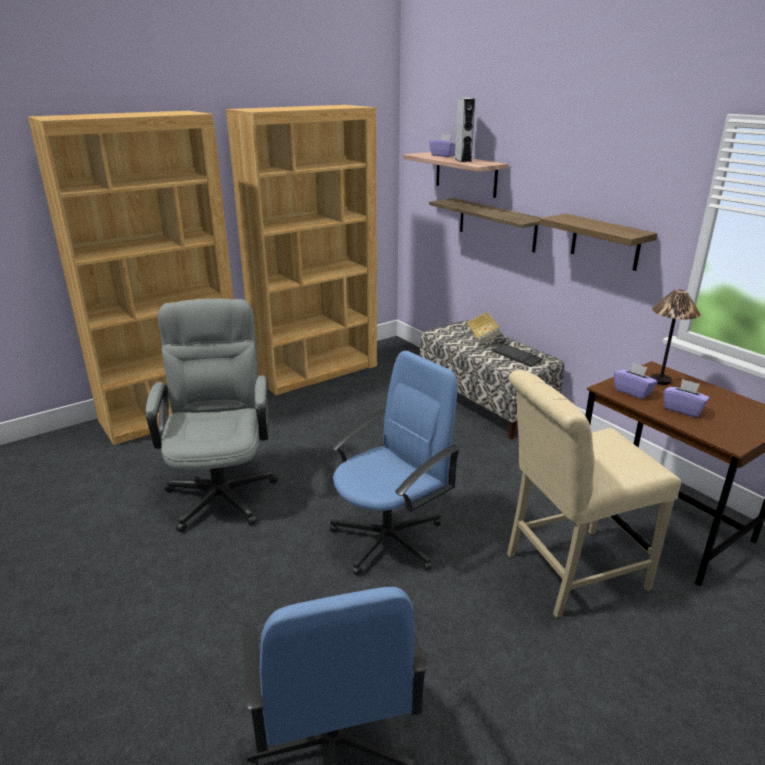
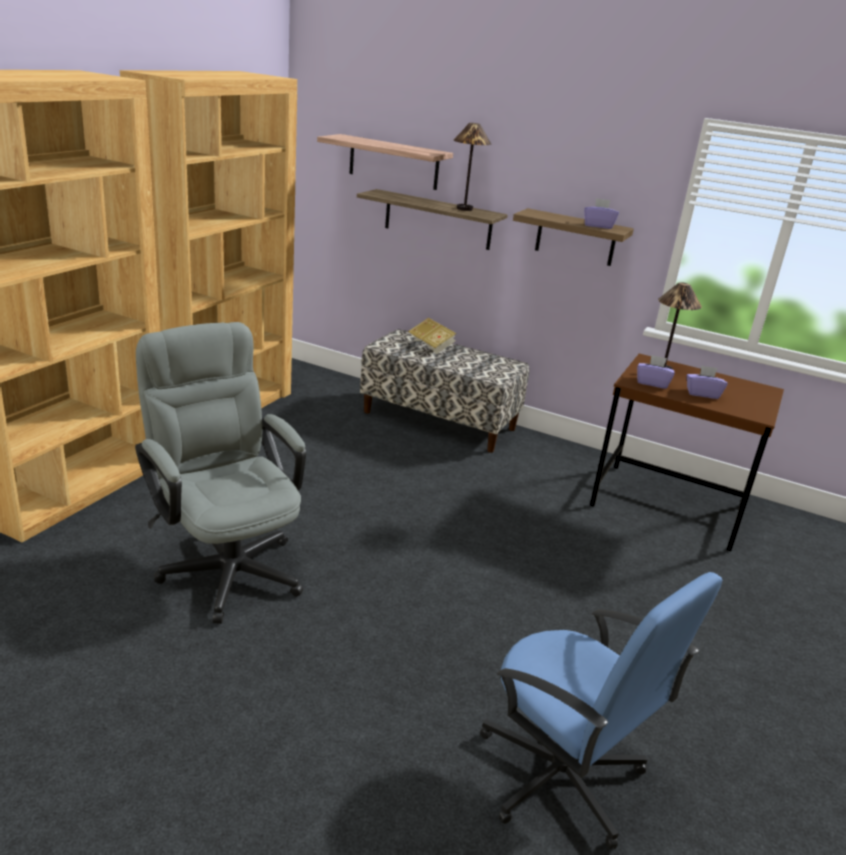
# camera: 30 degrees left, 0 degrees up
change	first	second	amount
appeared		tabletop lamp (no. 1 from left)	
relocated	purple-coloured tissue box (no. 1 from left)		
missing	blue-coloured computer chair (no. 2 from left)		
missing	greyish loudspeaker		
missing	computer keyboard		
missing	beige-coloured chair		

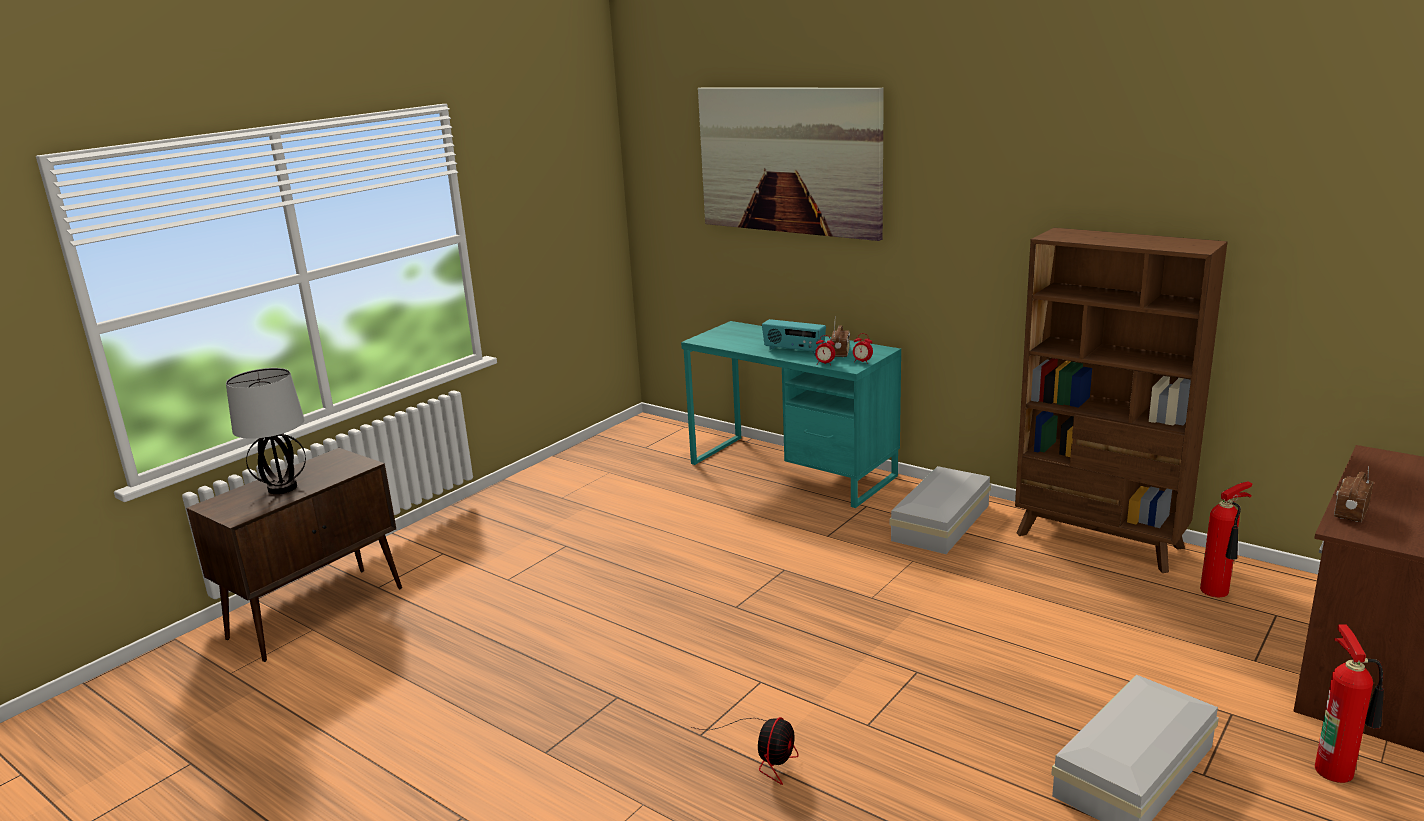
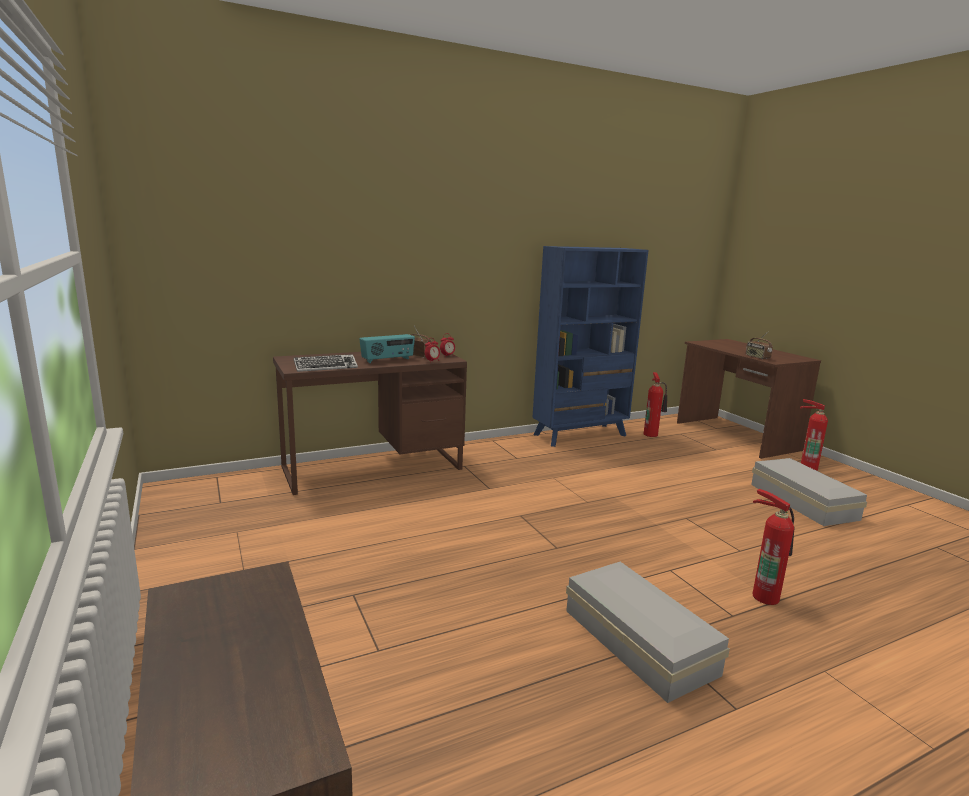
# camera: 65 degrees left, 5 degrees down
change	first	second	amount
colour	turquoise-coloured desk unit	brownish desk unit (no. 1 from left)	
appeared		computer keyboard	
colour	brownish bookshelf	blue-coloured bookshelf	
relocated	white-coloured storage box (no. 1 from left)		
exchanged	fan	extinguisher (no. 2 from left)	
missing	tabletop lamp		
missing	picture		

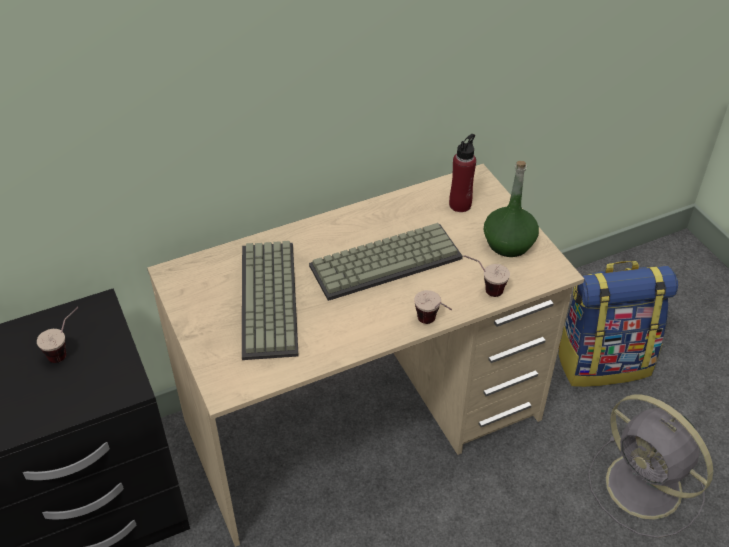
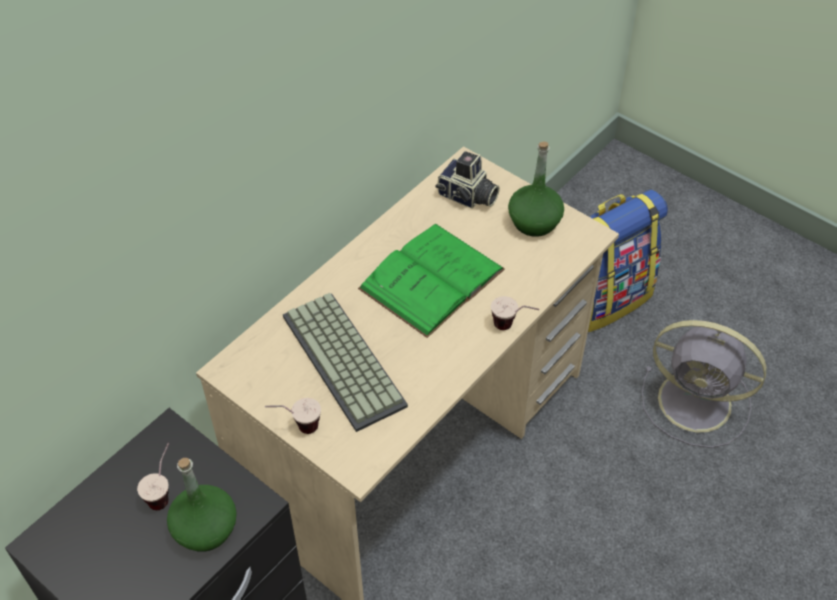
# camera: 25 degrees left, 5 degrees up
change	first	second	amount
appeared		green beverage bottle (no. 1 from left)	
relocated	drinking cup (no. 3 from left in the first image)	drinking cup (no. 2 from left)	
exchanged	computer keyboard (no. 2 from left)	green bound book	
exchanged	reddish beverage bottle	photo camera	

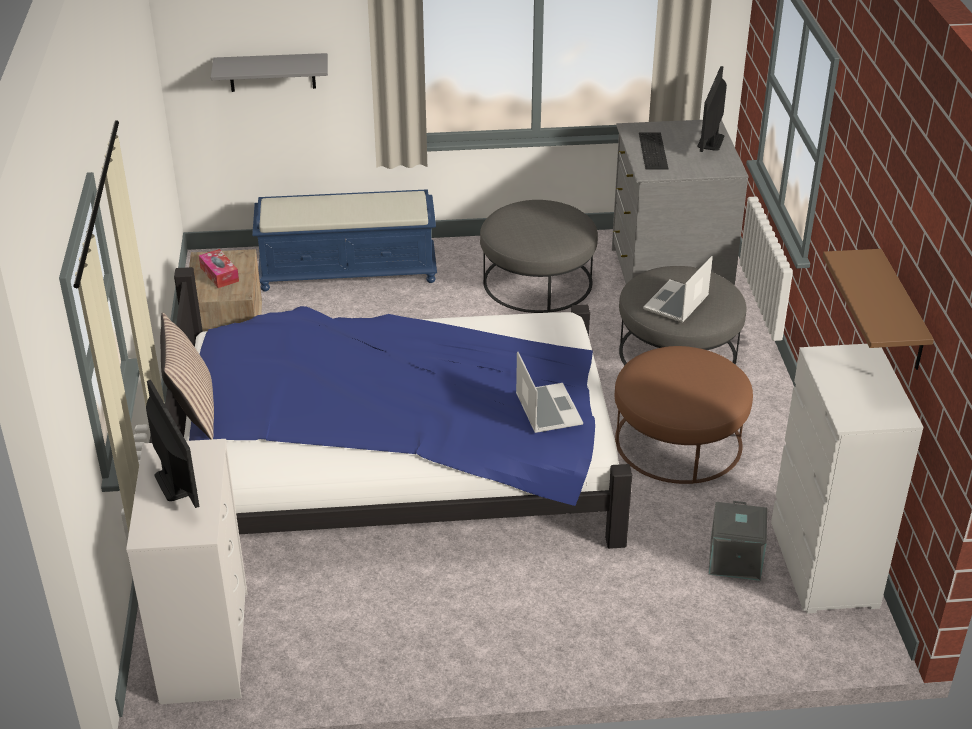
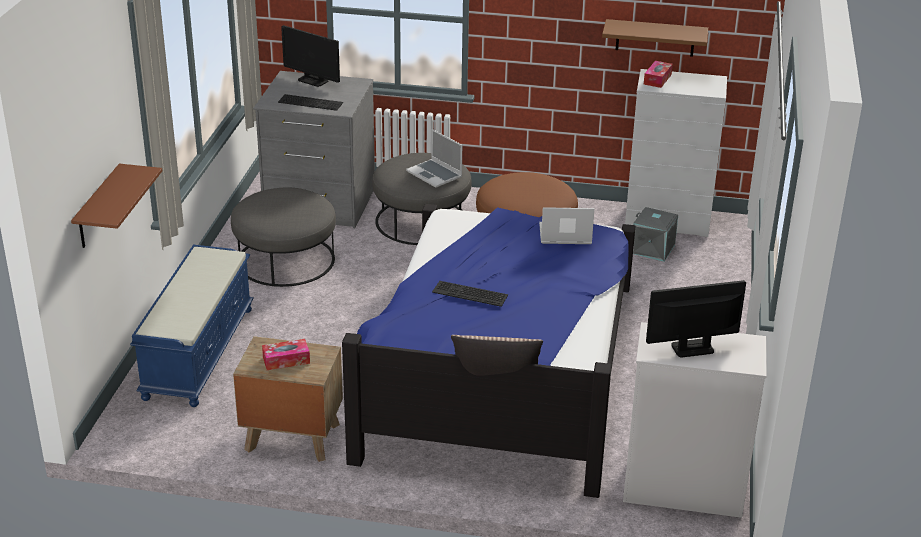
# camera: 75 degrees left, 5 degrees down
change	first	second	amount
colour	greyish shelf	brownish shelf (no. 1 from left)	
appeared		computer keyboard (no. 2 from left)	
appeared		tissue box (no. 2 from left)	

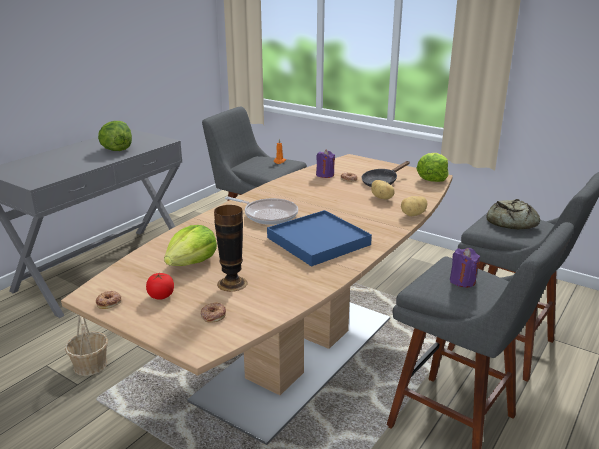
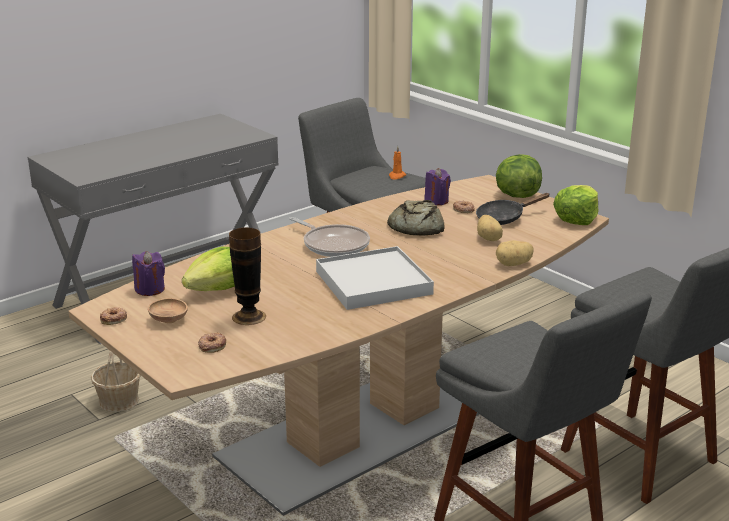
# camera: 15 degrees right, 0 degrees up
change	first	second	amount
relocated	purple-coloured wax light (no. 2 from left in the first image)	purple-coloured wax light (no. 1 from left)	
exchanged	tomato	brownish serving bowl	
colour	blue-coloured serving tray	white-coloured serving tray	
relocated	baked bread		
relocated	lettuce head (no. 1 from left in the first image)	lettuce head (no. 2 from left)	

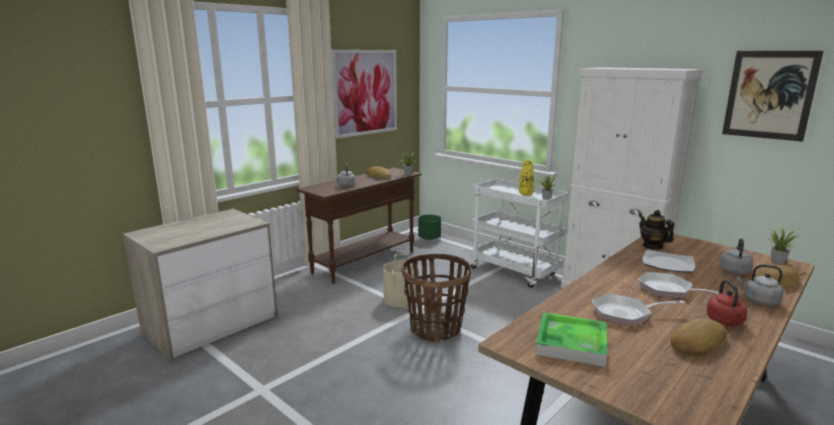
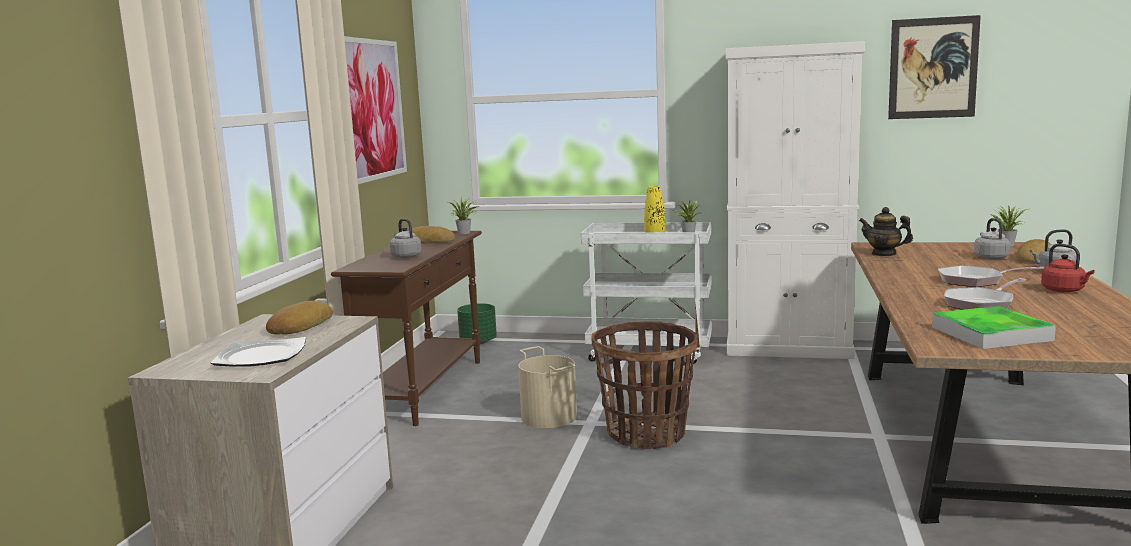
# camera: 30 degrees left, 5 degrees down
change	first	second	amount
relocated	flat dish		
relocated	baked bread (no. 2 from left in the first image)	baked bread (no. 1 from left)	

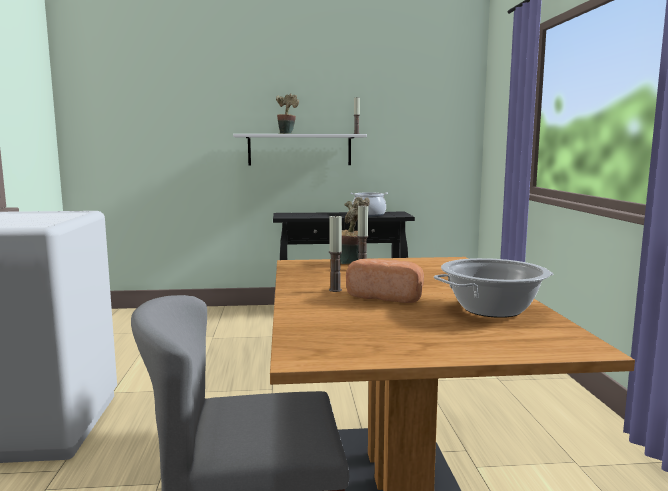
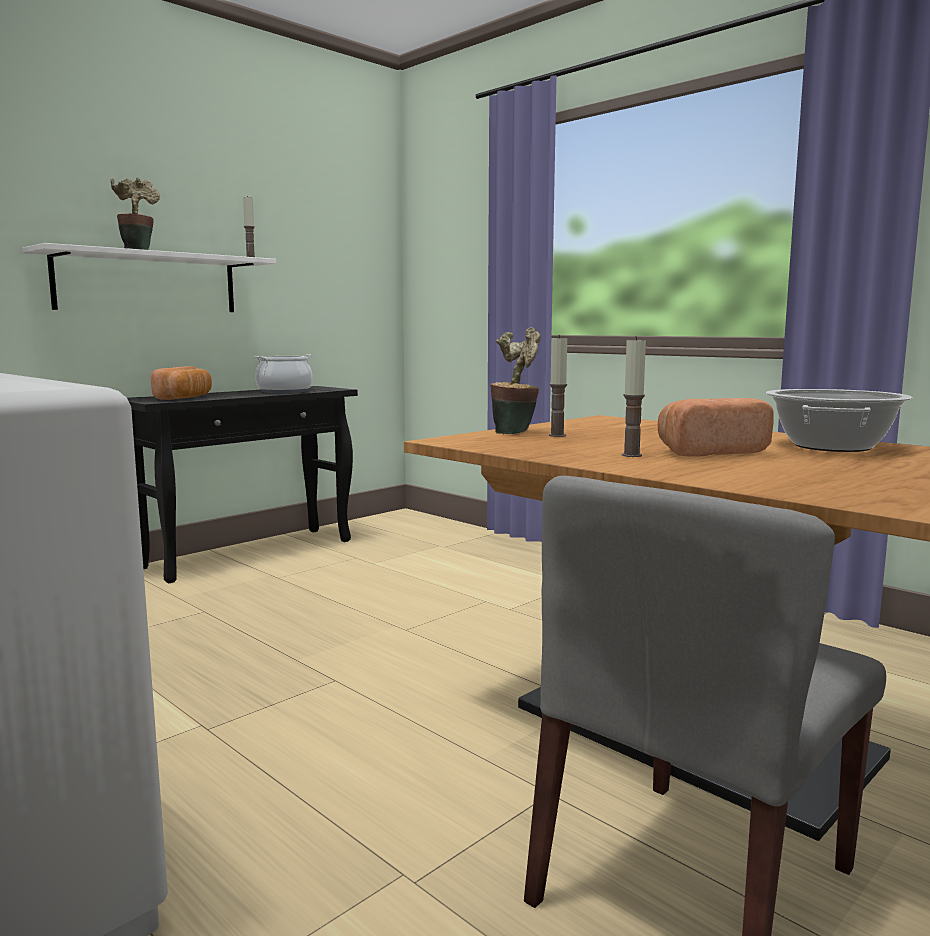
# camera: 40 degrees left, 0 degrees up
change	first	second	amount
appeared		baked bread (no. 1 from left)	

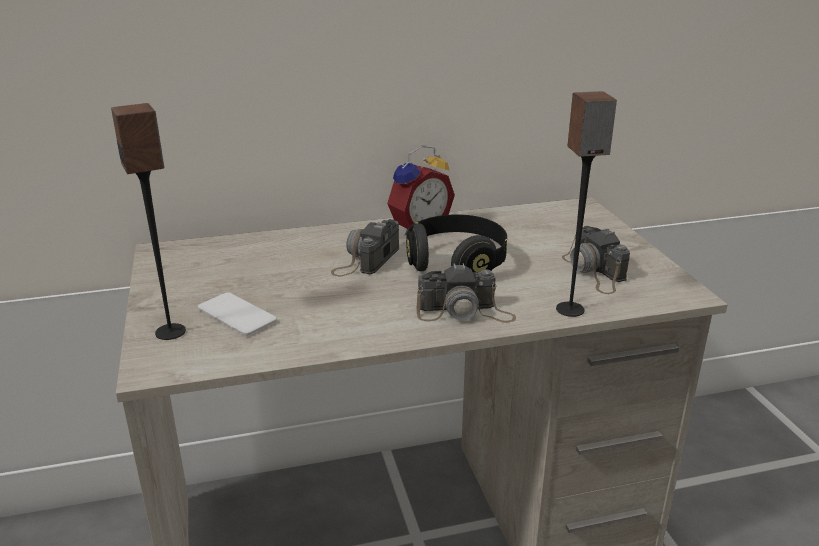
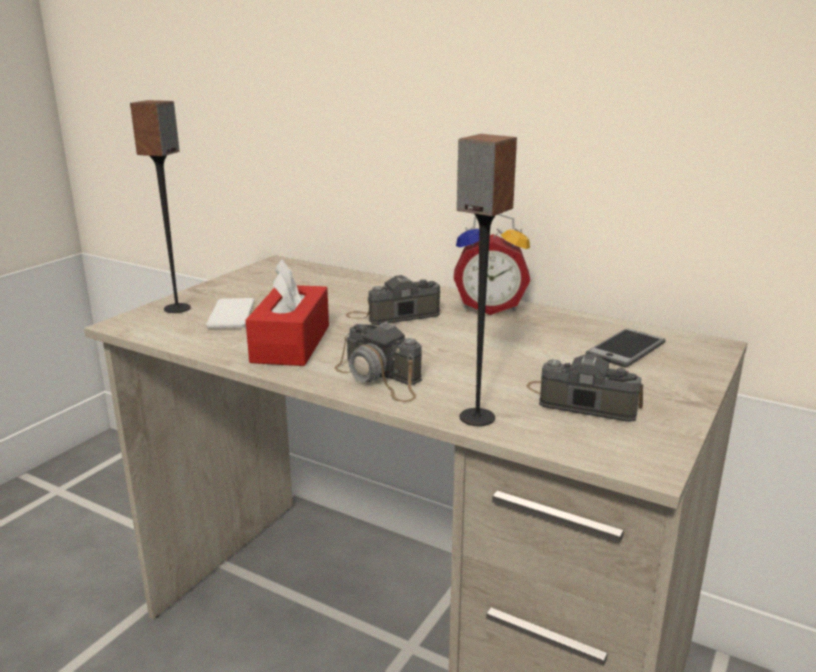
# camera: 45 degrees right, 5 degrees down
change	first	second	amount
appeared		reddish tissue box	
spun	photo camera (no. 3 from left)		90 degrees clockwise
appeared		handset (no. 2 from left)	
missing	black pair of headphones		

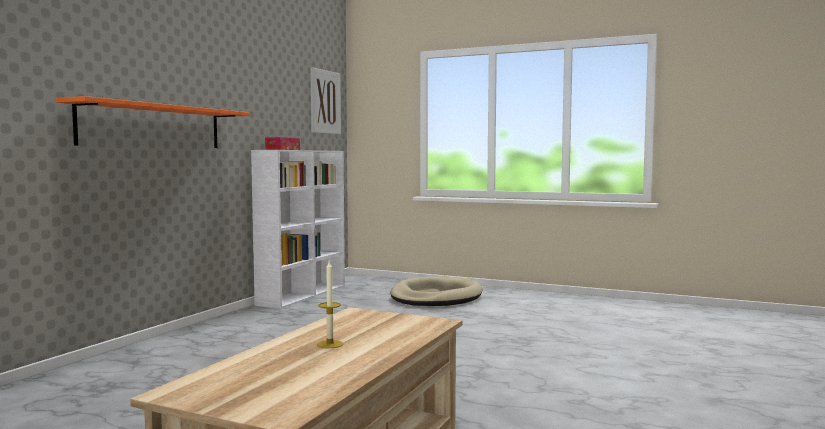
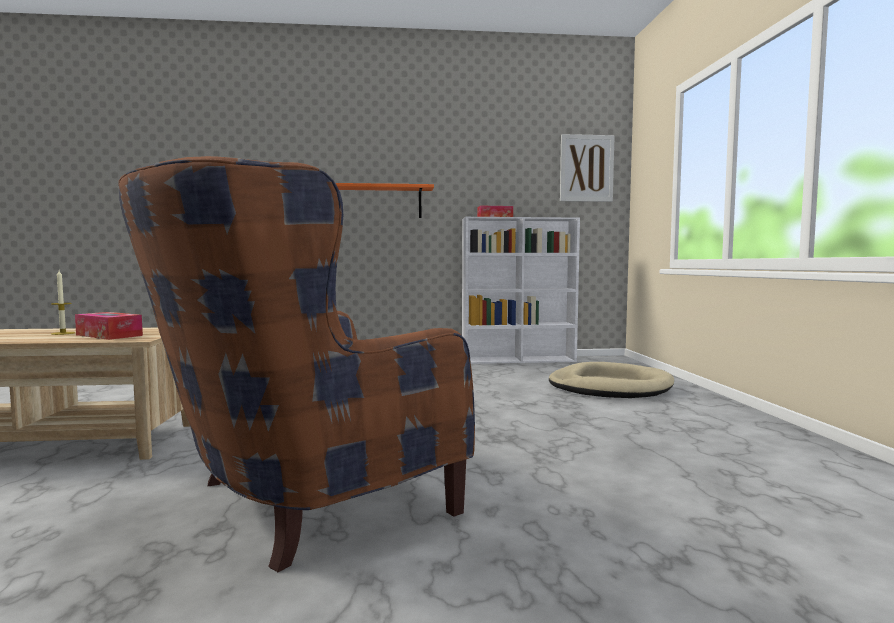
# camera: 60 degrees right, 0 degrees up
change	first	second	amount
appeared		tissue box (no. 1 from left)	
appeared		brownish easy chair	

